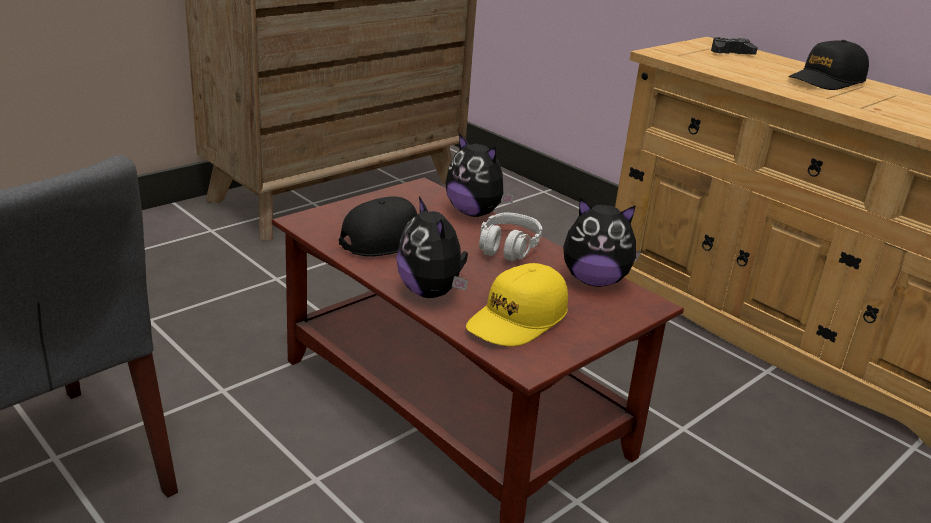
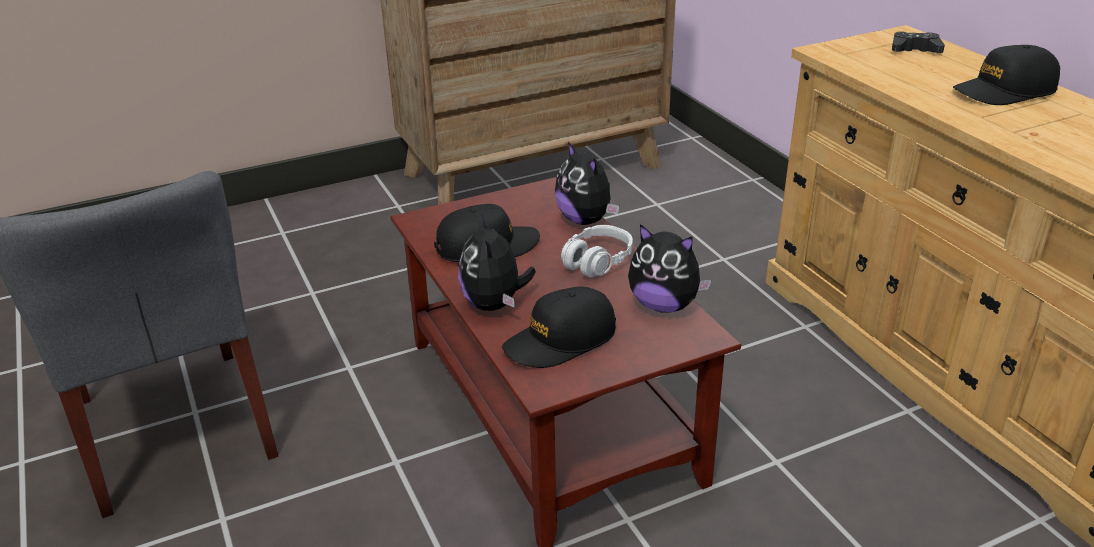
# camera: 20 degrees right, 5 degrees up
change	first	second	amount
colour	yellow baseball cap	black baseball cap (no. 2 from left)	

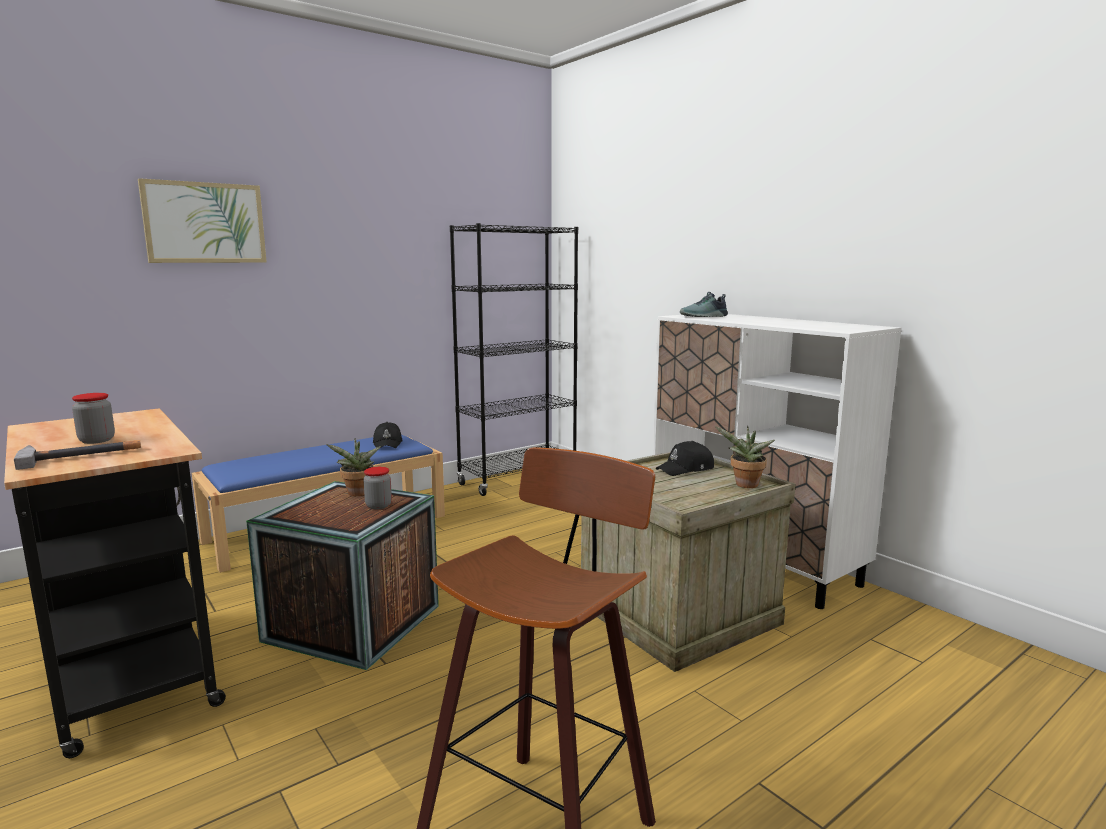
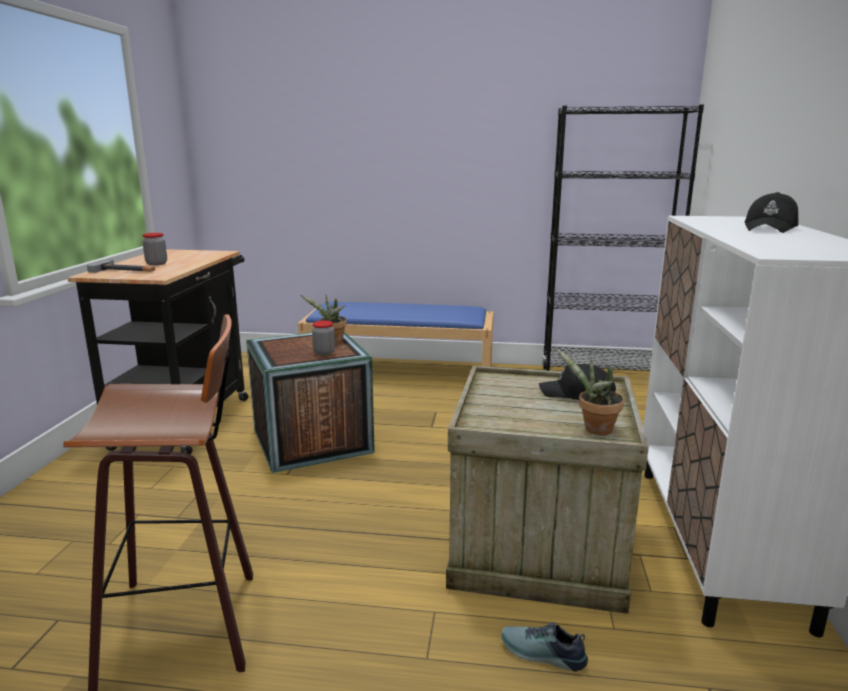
# camera: 45 degrees right, 5 degrees up
change	first	second	amount
relocated	low shoe		
relocated	black baseball cap (no. 1 from left in the first image)	black baseball cap (no. 2 from left)	
missing	picture		

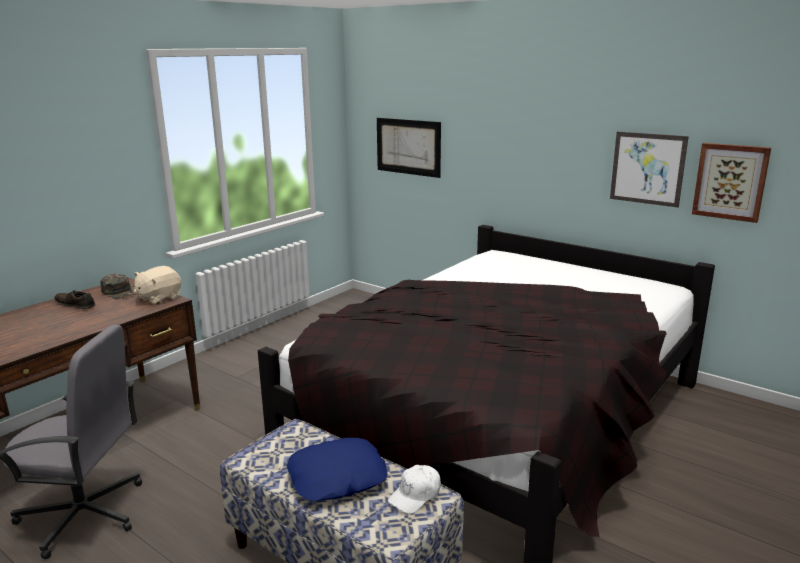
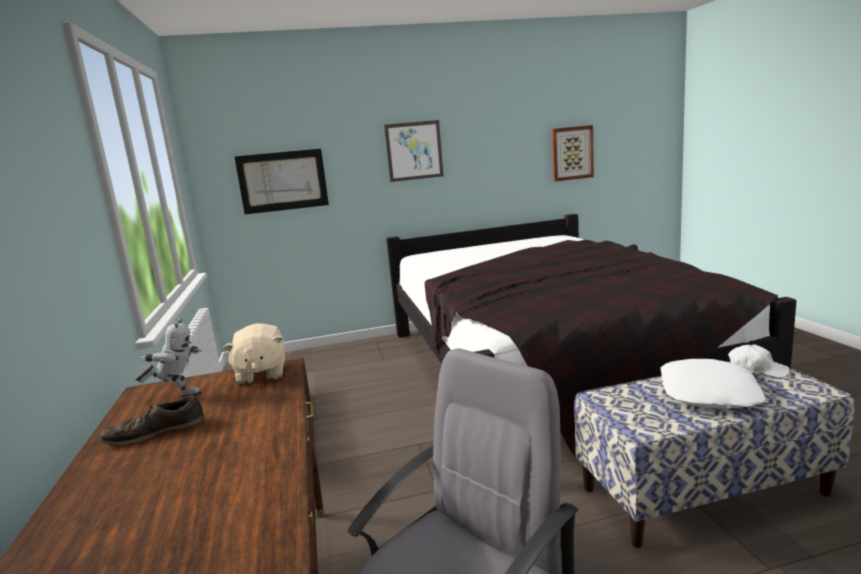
# camera: 50 degrees left, 5 degrees down
change	first	second	amount
exchanged	green baseball cap	toy robot	
relocated	picture (no. 2 from left)		
colour	blue-coloured cushion	white-coloured cushion	
spun	white-coloured baseball cap		60 degrees counterclockwise

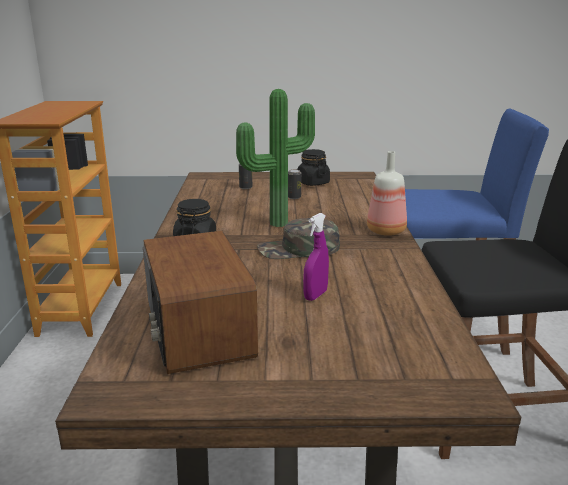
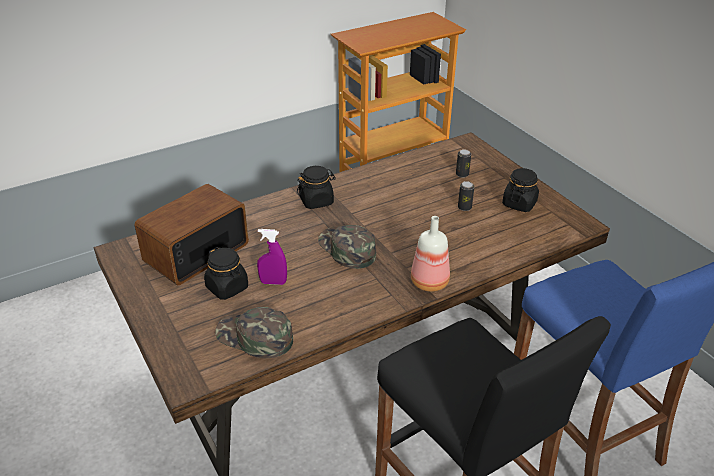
# camera: 60 degrees right, 15 degrees up
change	first	second	amount
appeared		black storage jar (no. 1 from left)	
appeared		green baseball cap (no. 1 from left)	
missing	potted plant		

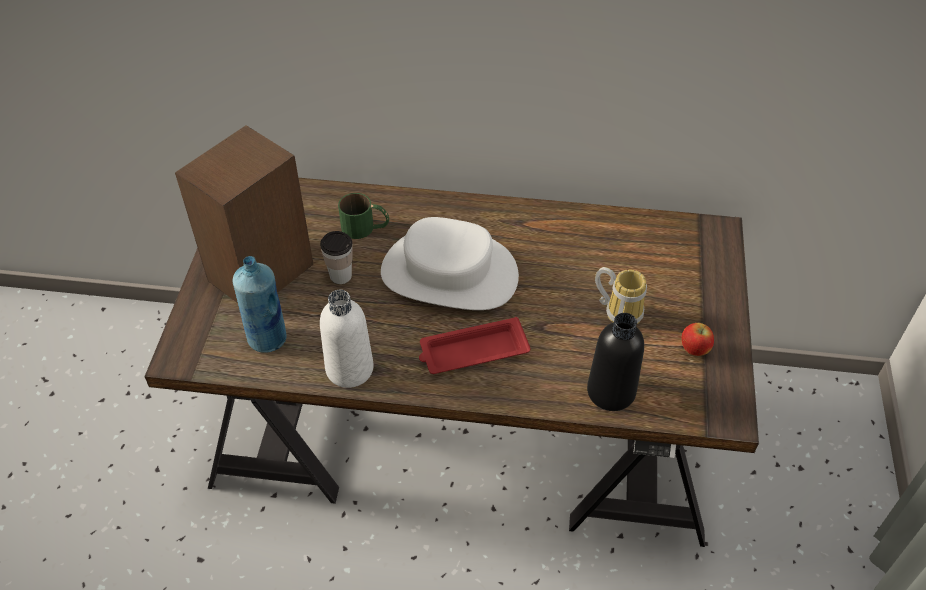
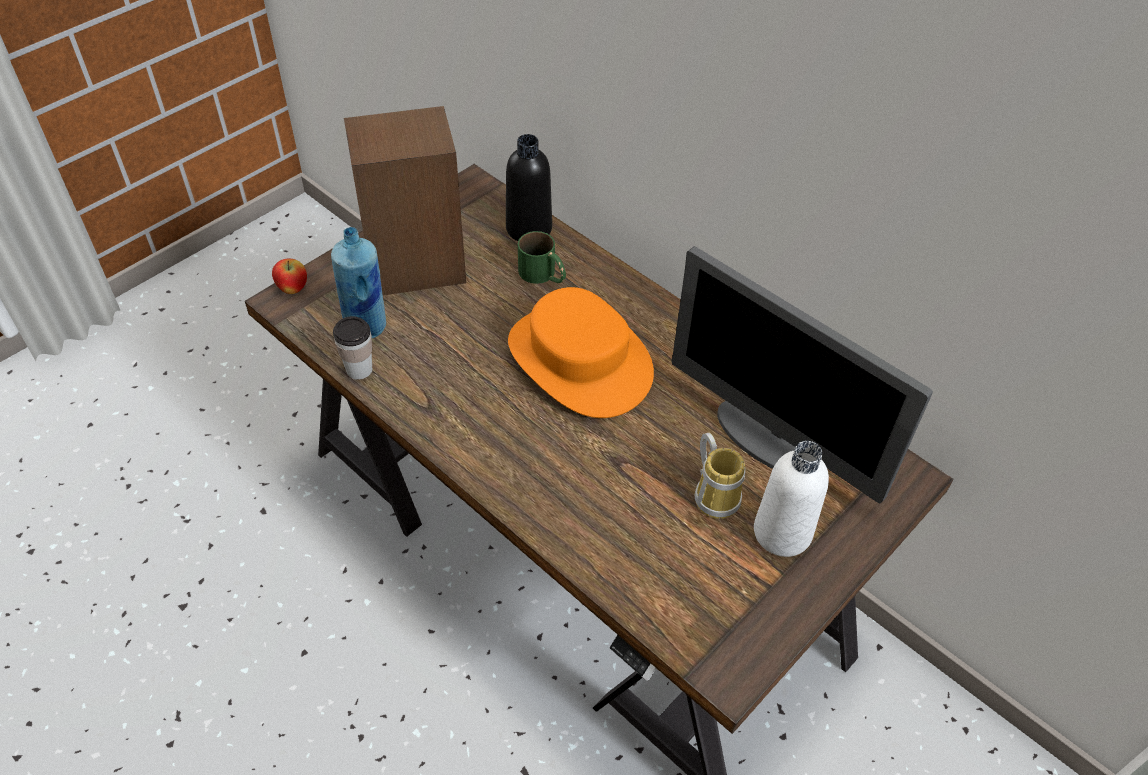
# camera: 35 degrees right, 0 degrees up
change	first	second	amount
relocated	whole apple		
relocated	drinking cup		
relocated	black beverage bottle		
colour	white-coloured clothing hat	orangey clothing hat	
appeared		computer display	
relocated	white-coloured beverage bottle		
missing	reddish serving tray		

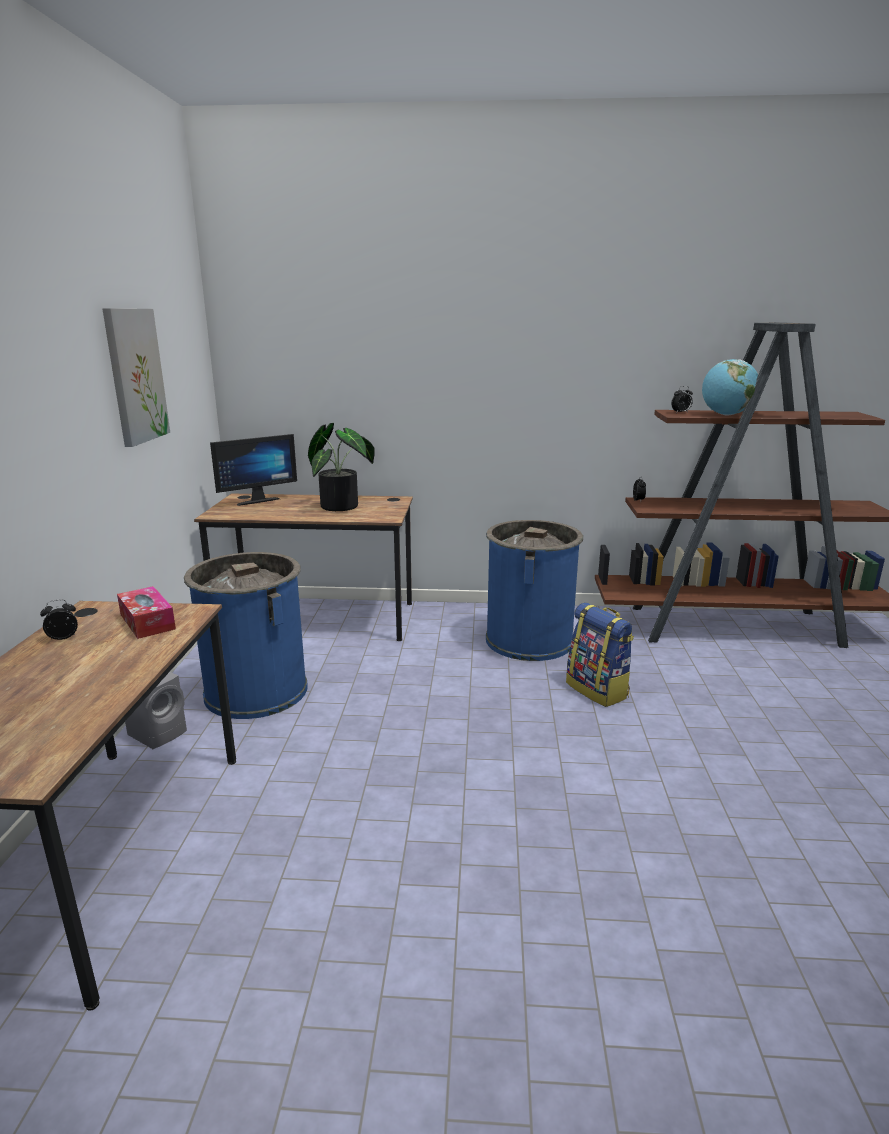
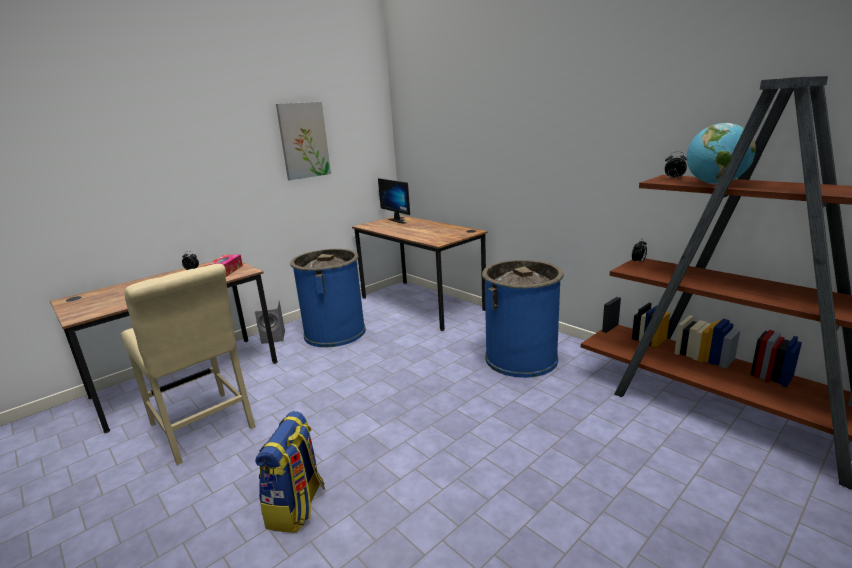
# camera: 45 degrees right, 0 degrees up
change	first	second	amount
appeared		beige-coloured chair	
relocated	knapsack		
spun	computer display		45 degrees clockwise
missing	potted plant		

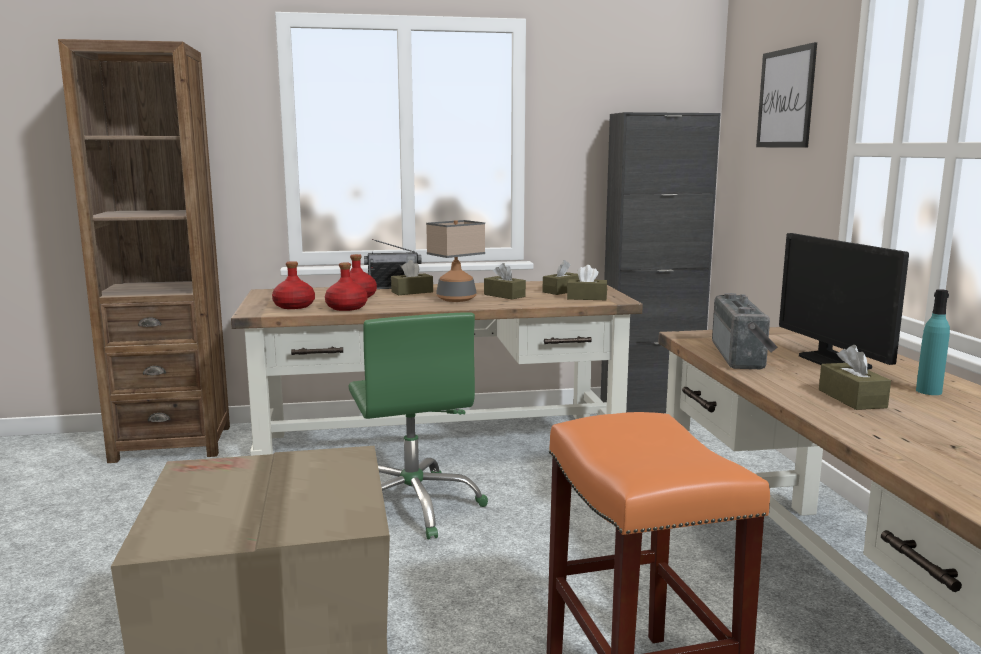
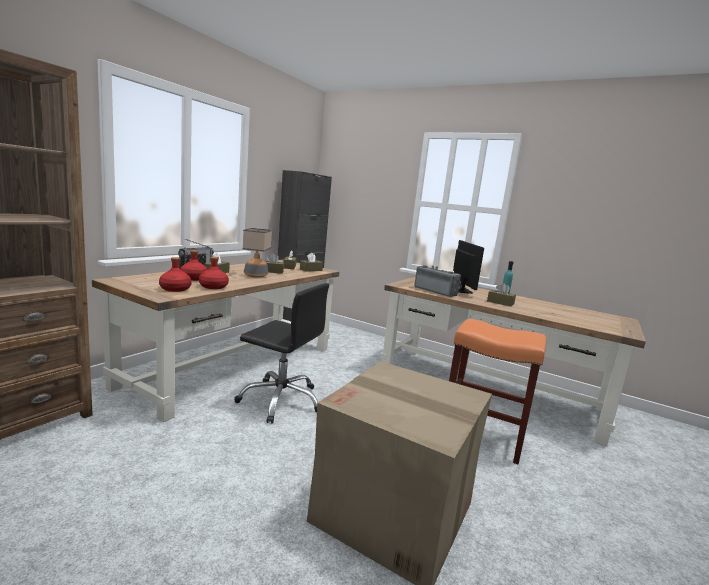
# camera: 50 degrees left, 0 degrees up
change	first	second	amount
colour	green computer chair	black computer chair	
spun	computer display		120 degrees counterclockwise
missing	picture		

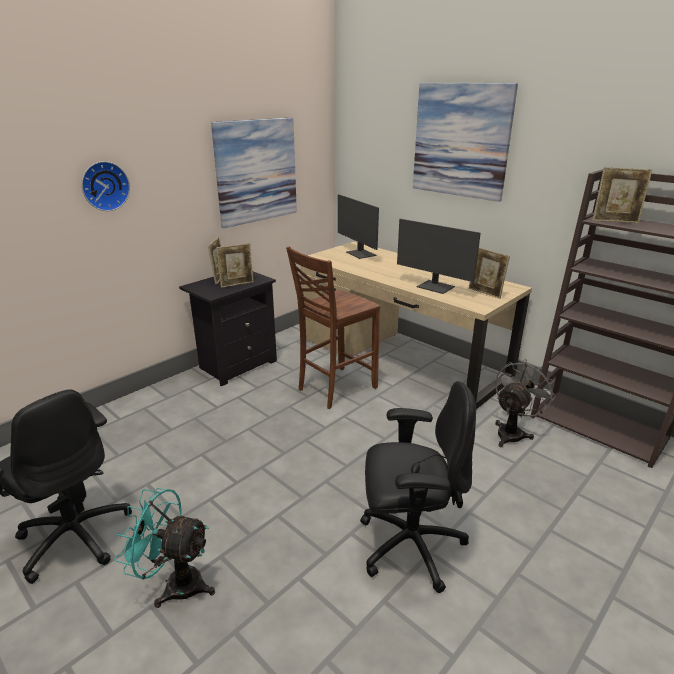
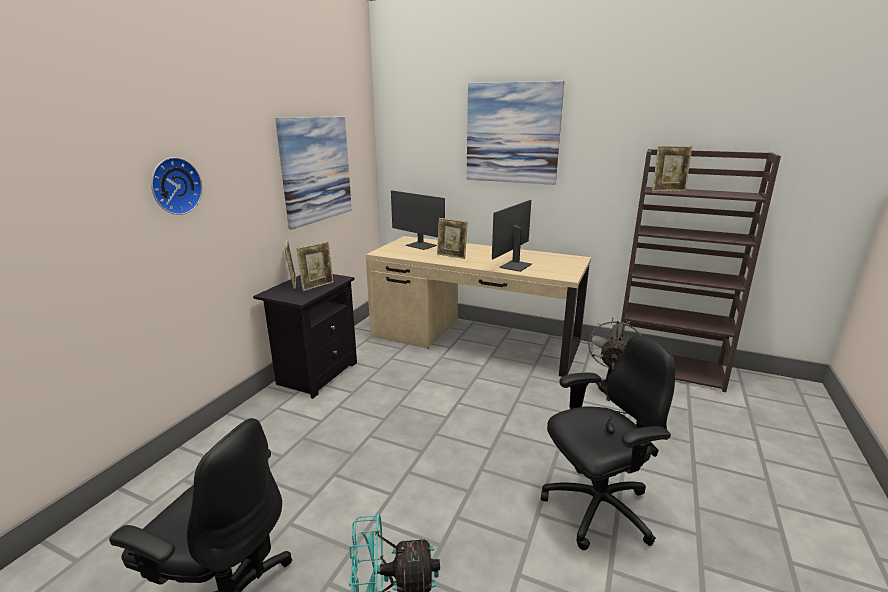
# camera: 20 degrees left, 5 degrees down
change	first	second	amount
relocated	standing frame (no. 3 from left)		
spun	computer display (no. 2 from left)		105 degrees clockwise
missing	brownish chair		

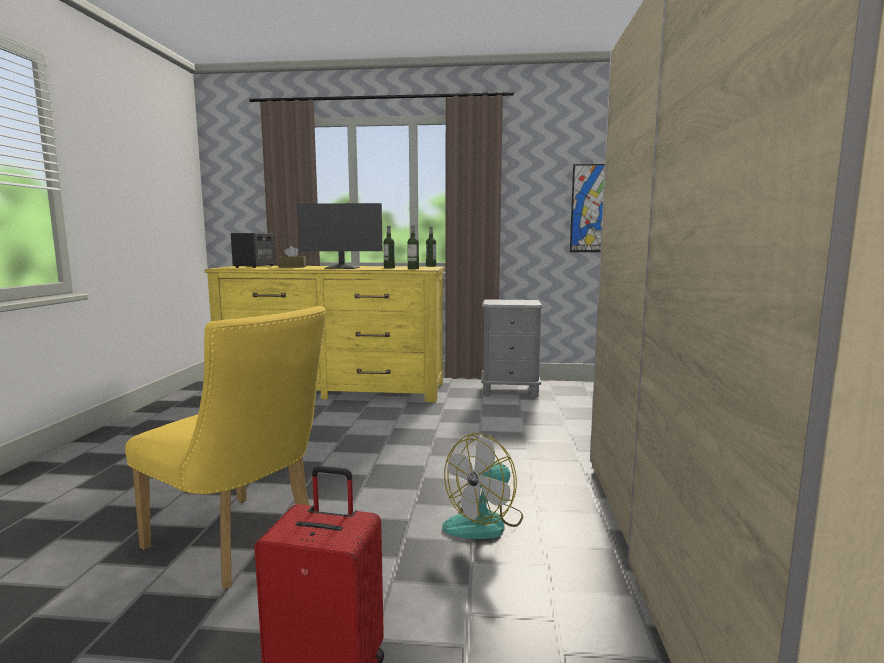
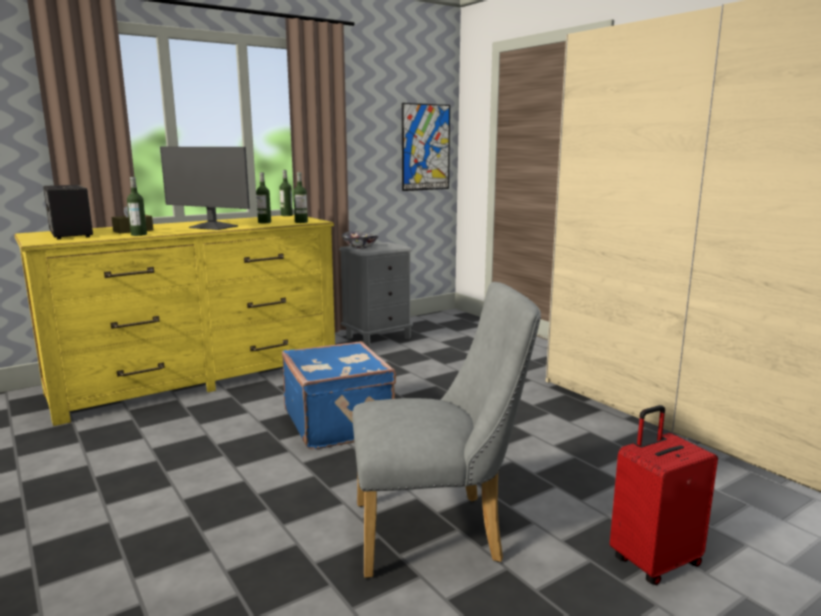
# camera: 40 degrees left, 5 degrees up
change	first	second	amount
appeared		beverage bottle (no. 1 from left)	
spun	computer display		60 degrees clockwise
appeared		blue-coloured suitcase	
appeared		serving bowl	
colour	yellow chair	greyish chair	
missing	fan		

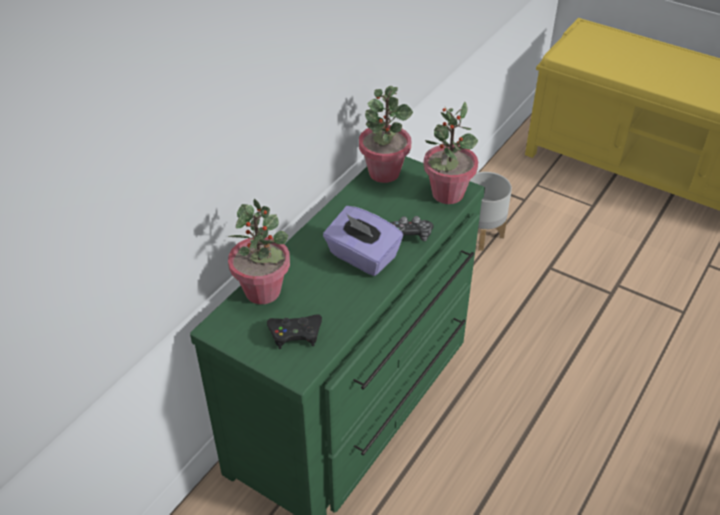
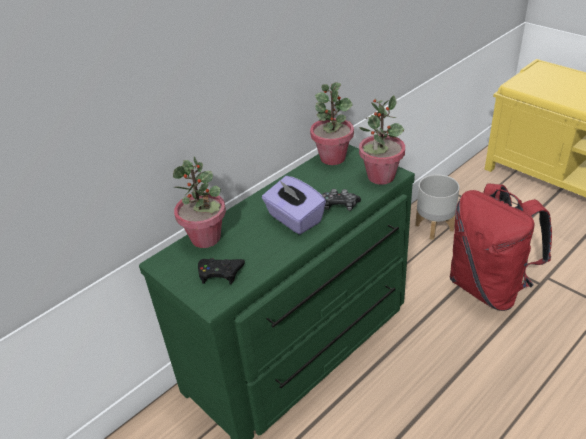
# camera: 15 degrees right, 5 degrees down
change	first	second	amount
appeared		reddish knapsack	

